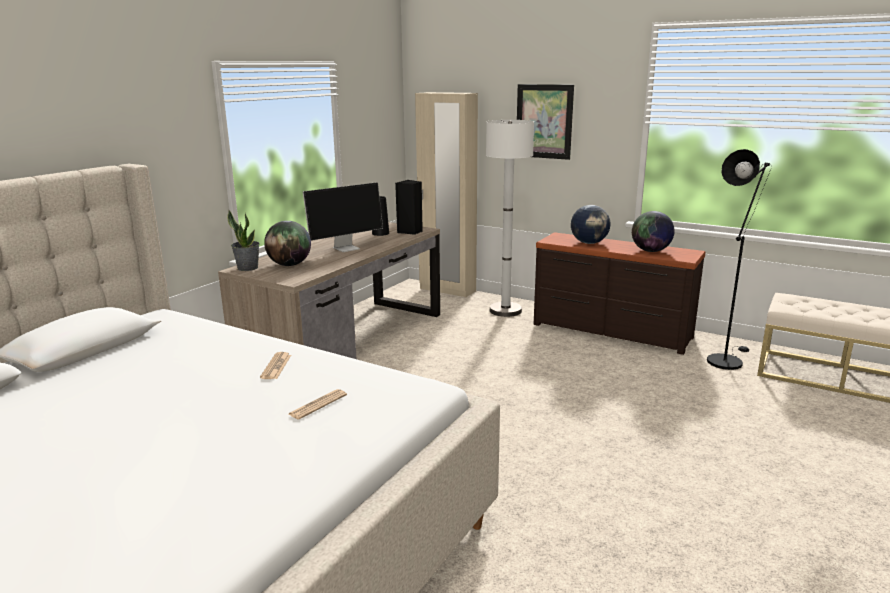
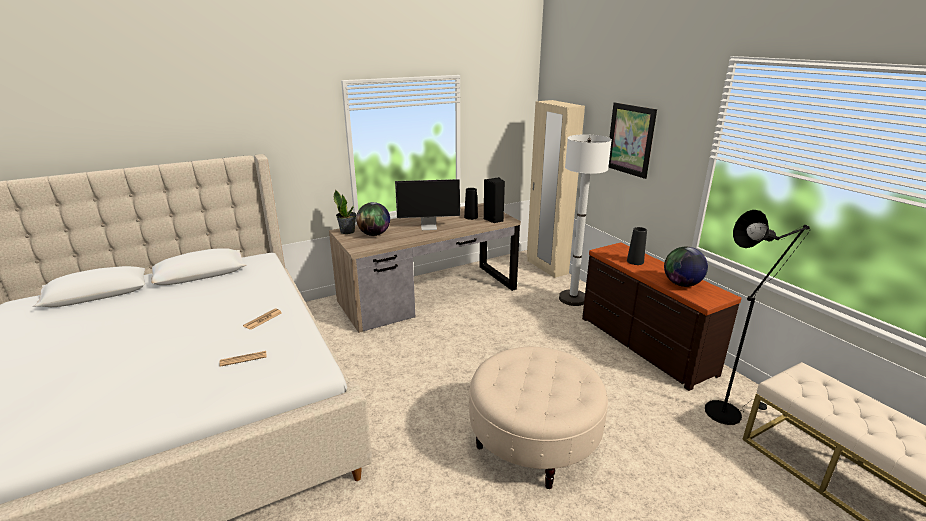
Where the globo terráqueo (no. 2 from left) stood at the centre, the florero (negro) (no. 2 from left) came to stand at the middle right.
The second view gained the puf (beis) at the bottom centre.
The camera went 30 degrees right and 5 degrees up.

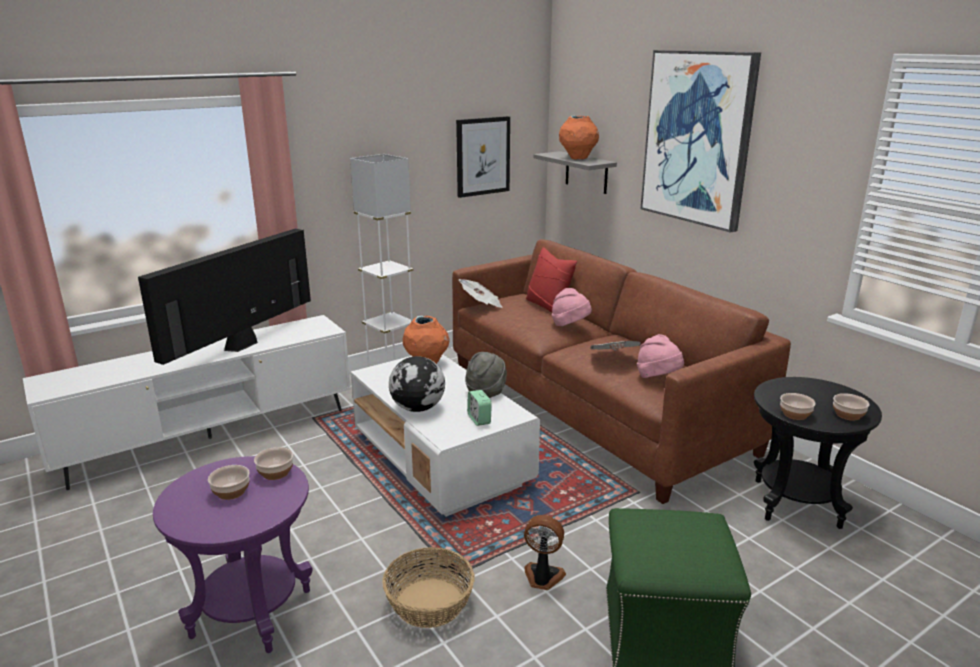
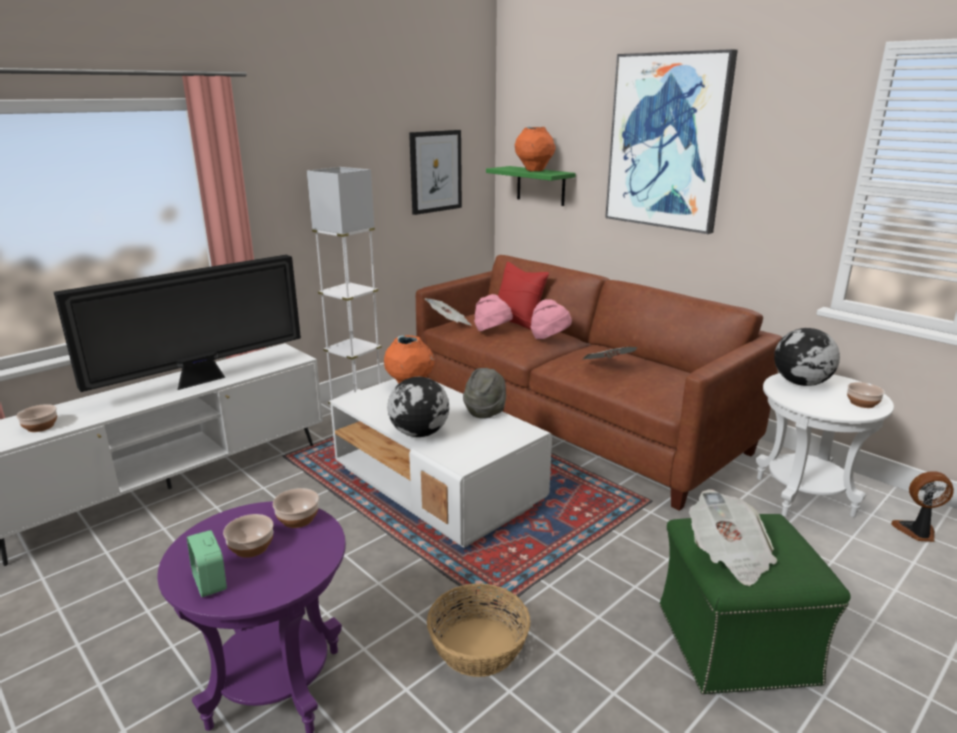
What was the estante (gris) at the top centre turned into the estante (verde) at the top centre.
The televisor at the middle left ended up facing another way, 150 degrees counterclockwise from before.
The sombrero (rosa) (no. 2 from left in the first image) ended up elsewhere, having gone from the middle right to the centre.
What was the mesa auxiliar (negro) at the bottom right turned into the mesa auxiliar (blanco) at the middle right.
The despertador ended up elsewhere, having gone from the centre to the bottom left.
The cuenco (no. 3 from left in the first image) ended up elsewhere, having gone from the middle right to the middle left.
The ventilador ended up elsewhere, having gone from the bottom centre to the bottom right.
The second view gained the globo terráqueo (no. 2 from left) at the middle right.
The second view gained the periódico (no. 3 from left) at the bottom right.
The camera went 10 degrees left and 0 degrees up.

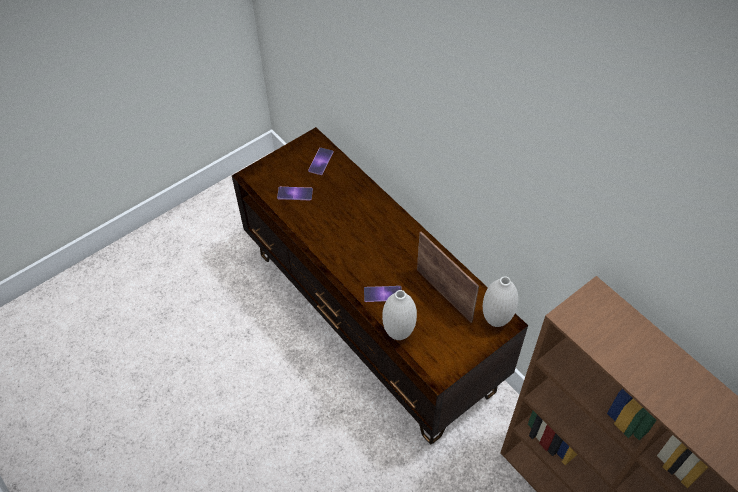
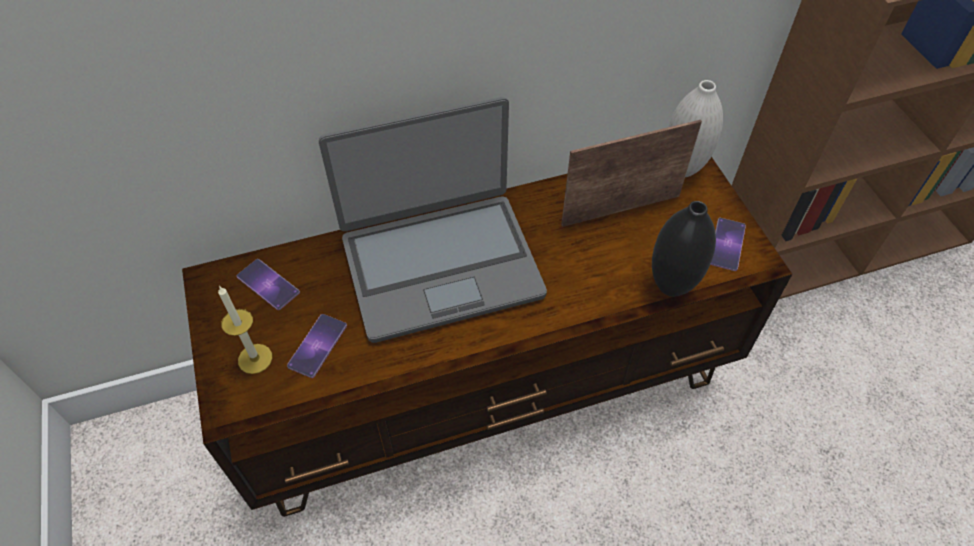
The móvil (no. 3 from left) ended up elsewhere, having gone from the centre to the middle right.
What was the florero (blanco) (no. 1 from left) at the centre turned into the florero (negro) at the middle right.
The second view gained the portátil at the centre.
The second view gained the vela at the middle left.
The camera went 70 degrees left and 0 degrees up.

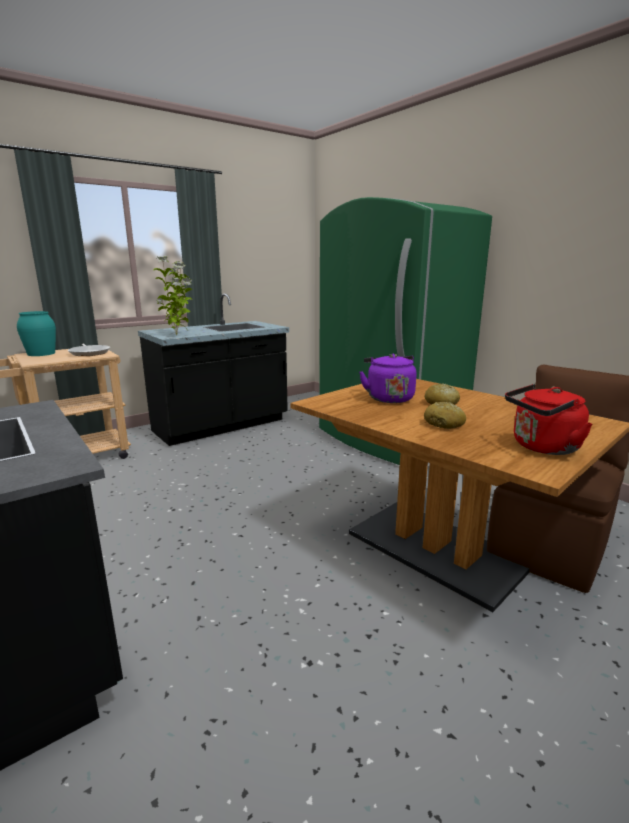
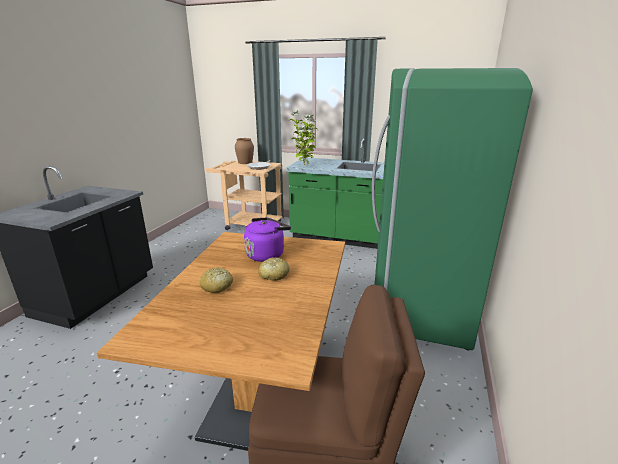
What was the mueble bajo de cocina (negro) (no. 2 from left) at the centre turned into the mueble bajo de cocina (verde) at the centre.
What was the florero (turquesa) at the middle left turned into the florero (marrón) at the top centre.
The second view lost the hervidor (rojo) at the middle right.
The camera went 55 degrees right and 5 degrees up.

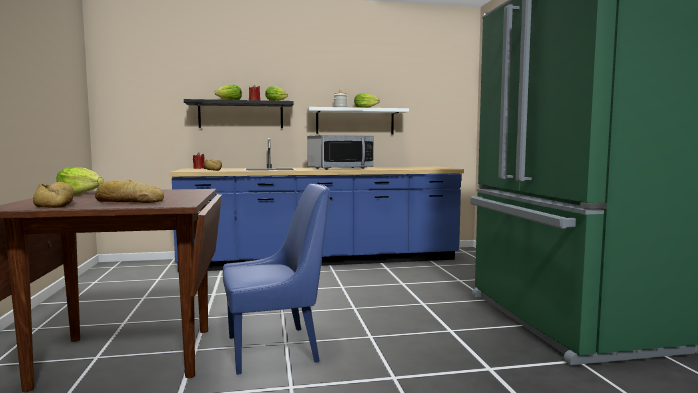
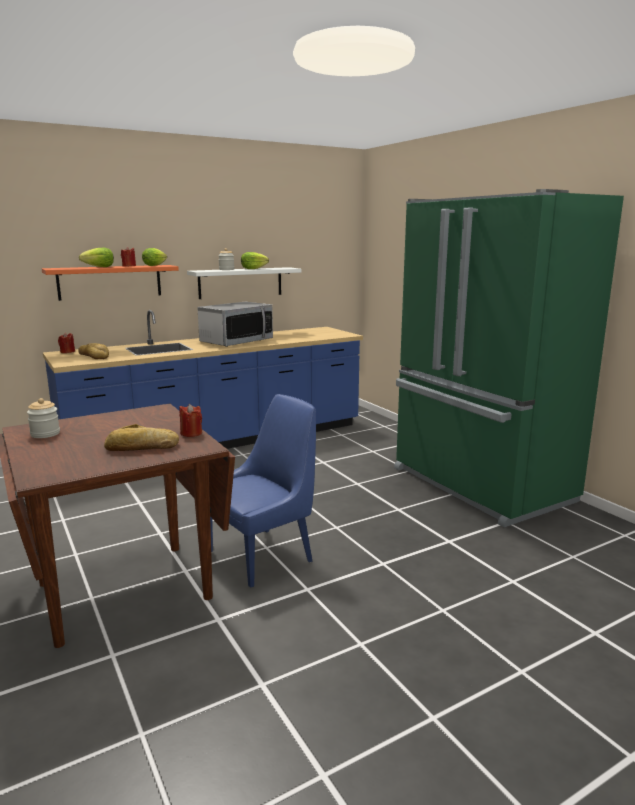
What was the estante (negro) at the top centre turned into the estante (naranja) at the middle left.
Where the lechuga (no. 1 from left) stood at the middle left, the tarro (no. 1 from left) came to stand at the middle left.
The second view lost the pan (no. 1 from left) at the middle left.
The second view gained the vela (rojo) (no. 3 from left) at the middle left.
The camera went 20 degrees left and 10 degrees up.

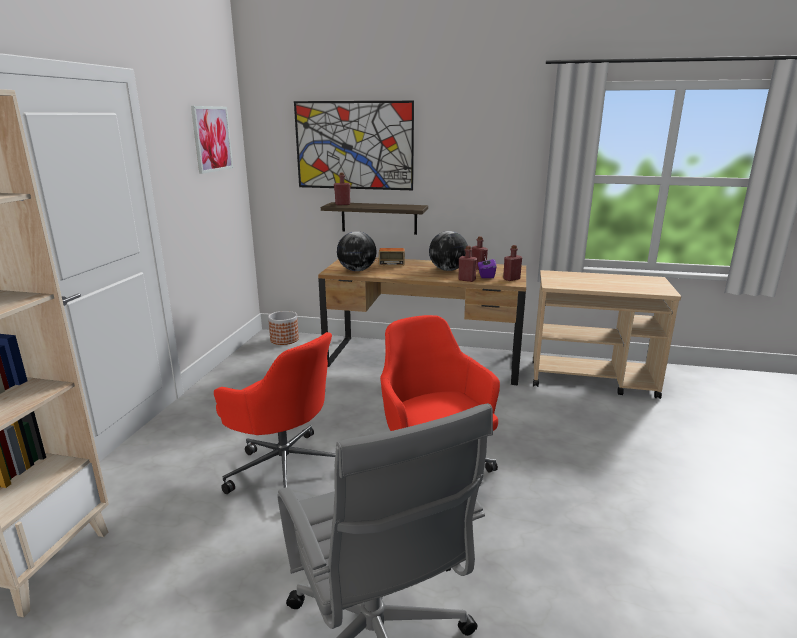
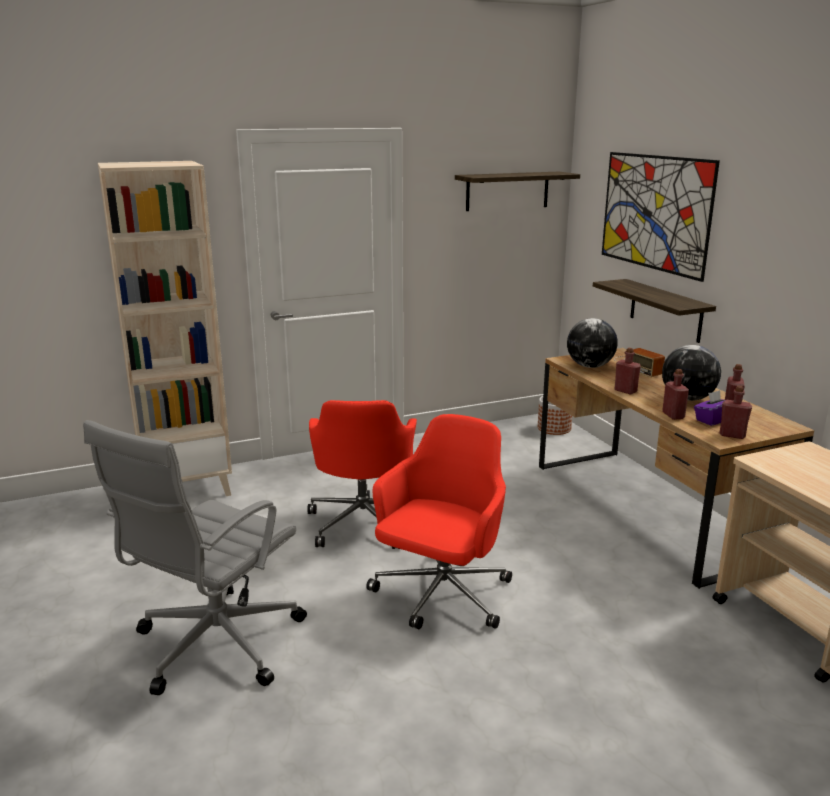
Where the cuadro (no. 1 from left) hung at the top left, the estante (no. 1 from left) came to hang at the top centre.
The botella (rojo) (no. 1 from left) ended up elsewhere, having gone from the top centre to the middle right.
The camera went 55 degrees right and 0 degrees up.

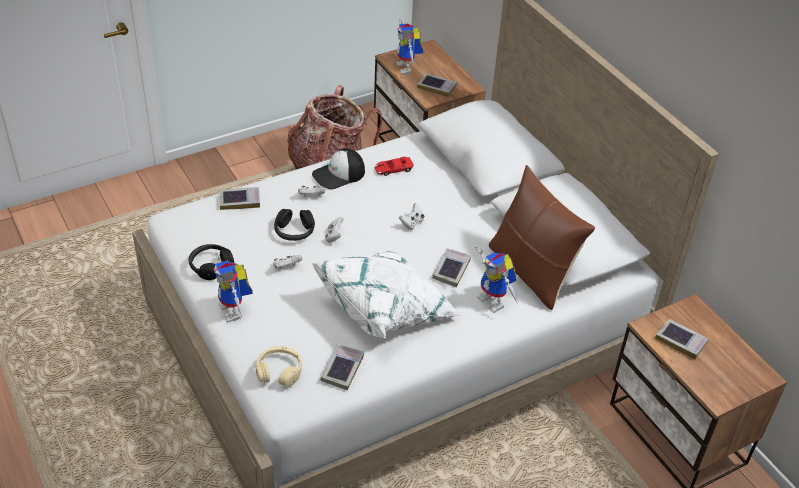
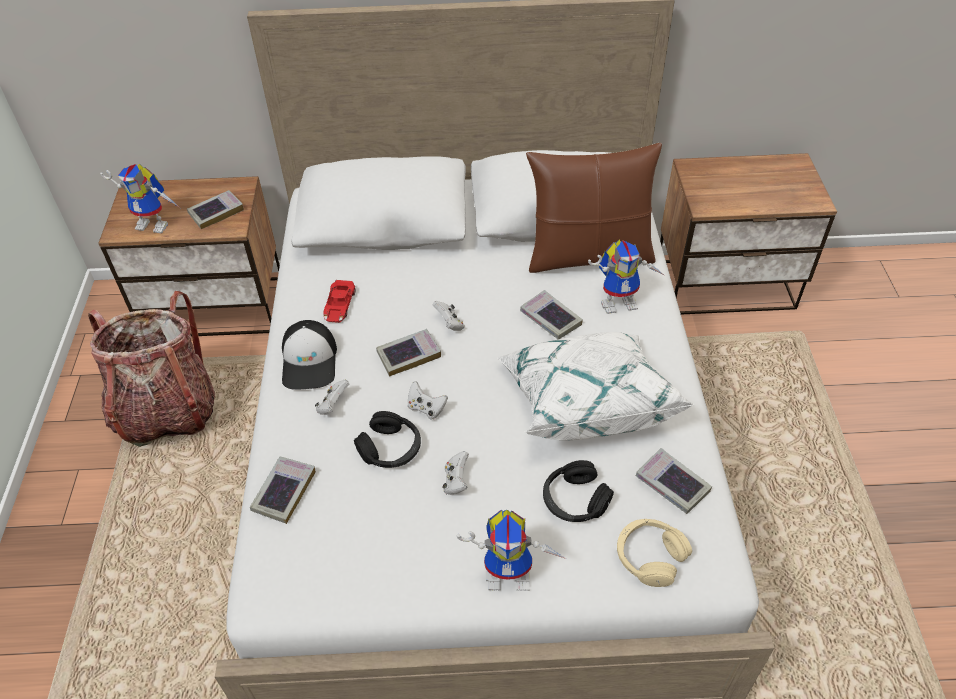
The auriculares (negro) (no. 1 from left in the first image) ended up elsewhere, having gone from the middle left to the bottom centre.
The libro (no. 5 from left in the first image) ended up elsewhere, having gone from the bottom right to the centre.
The camera went 60 degrees left and 5 degrees up.

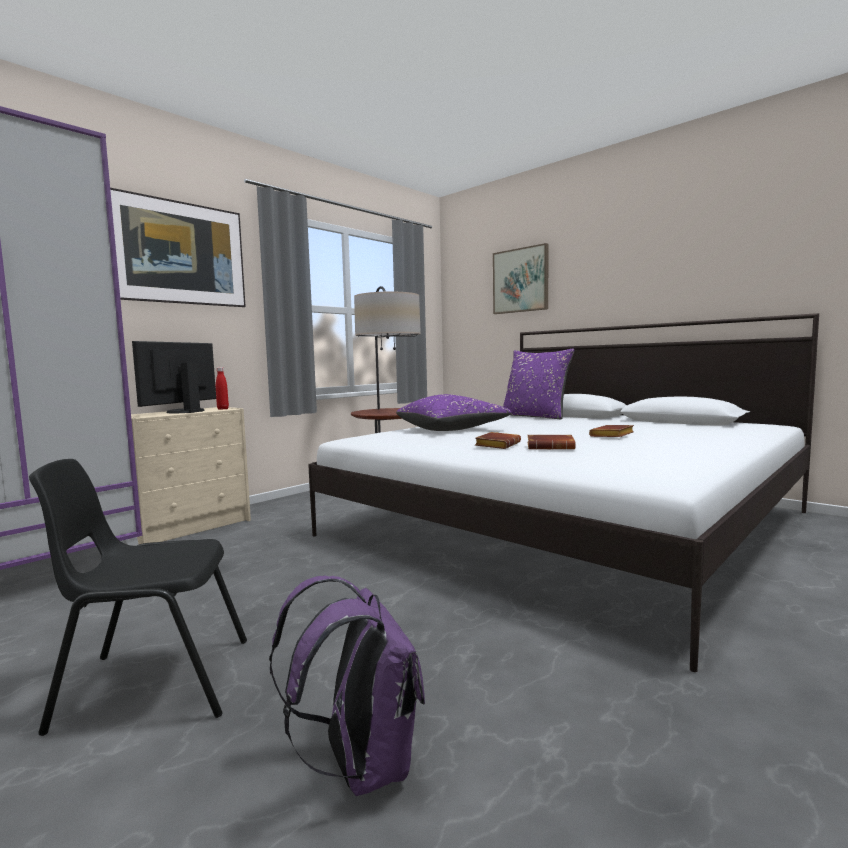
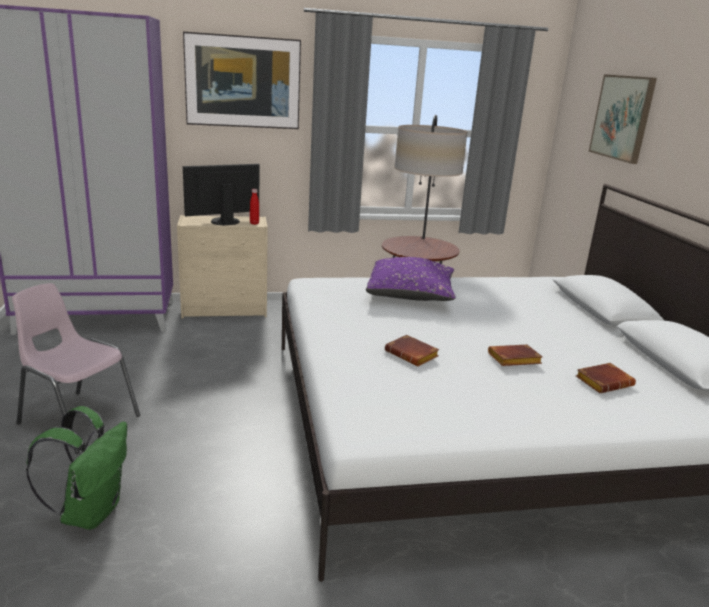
The second view lost the cojín (morado) (no. 2 from left) at the centre.
The libro (marrón) (no. 1 from left in the first image) ended up elsewhere, having gone from the centre to the middle right.
What was the silla (negro) at the bottom left turned into the silla (rosa) at the middle left.
What was the mochila (morado) at the bottom centre turned into the mochila (verde) at the bottom left.
The camera went 35 degrees right and 15 degrees up.

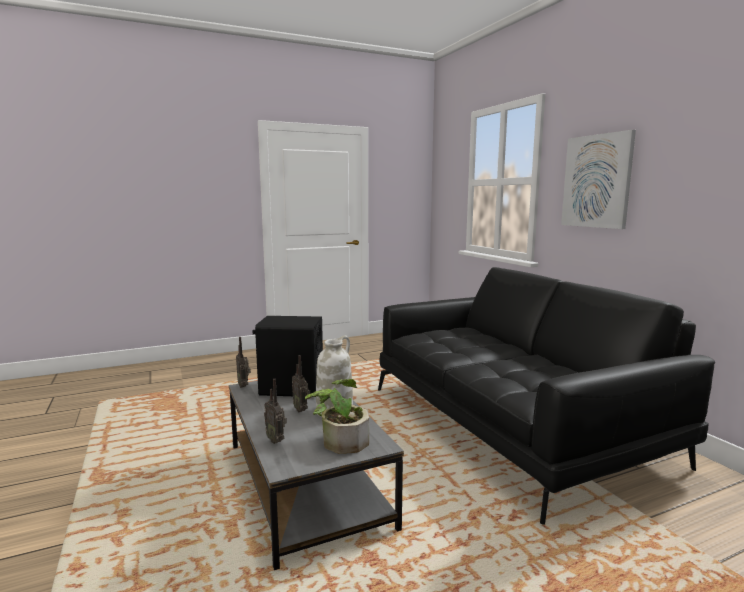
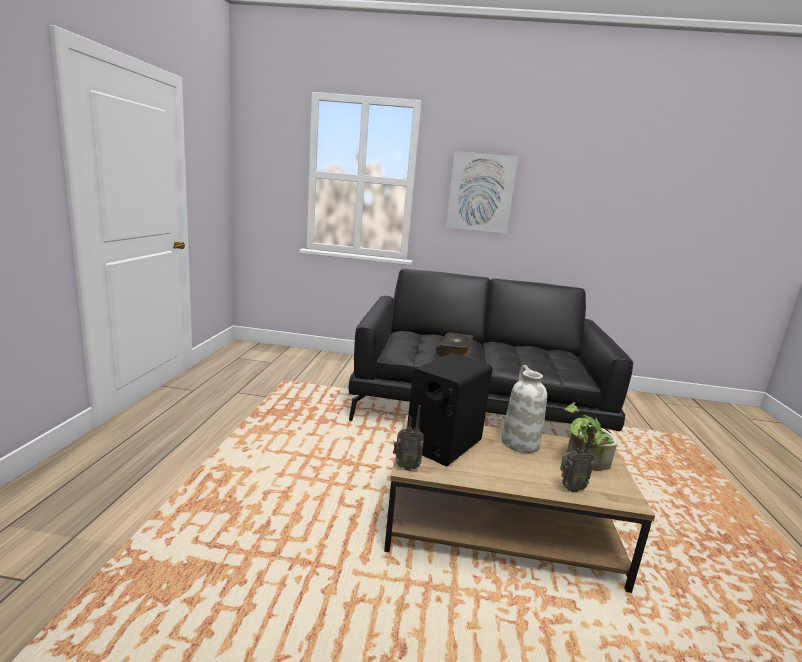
The second view lost the radio (no. 3 from left) at the centre.
What was the mesa de centro (gris) at the bottom centre turned into the mesa de centro (marrón) at the bottom centre.
The second view gained the libro at the centre.
The camera went 60 degrees left and 5 degrees up.

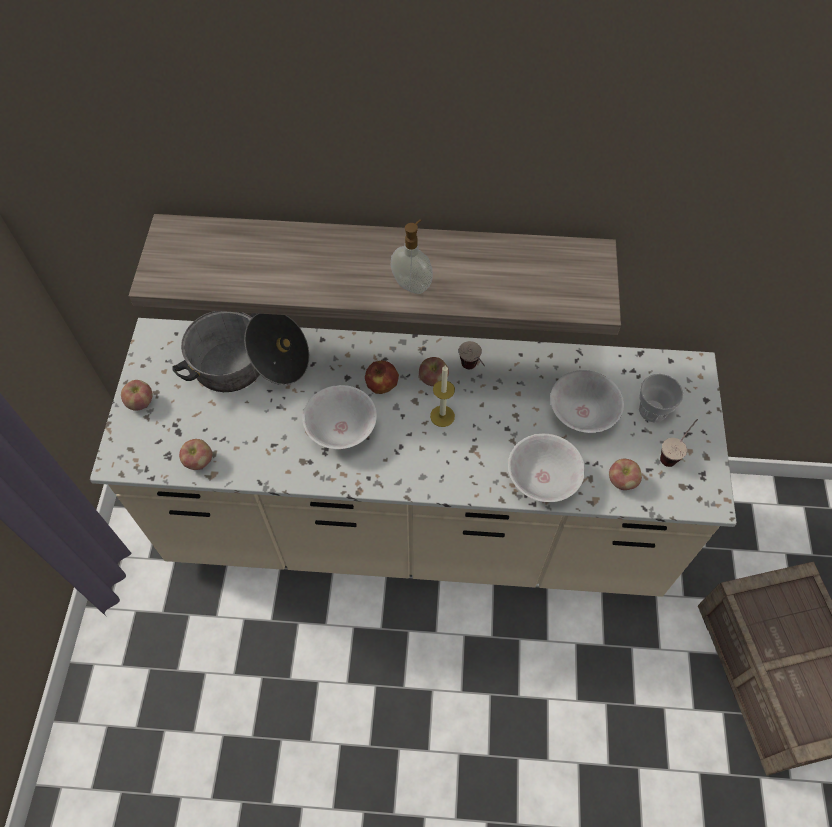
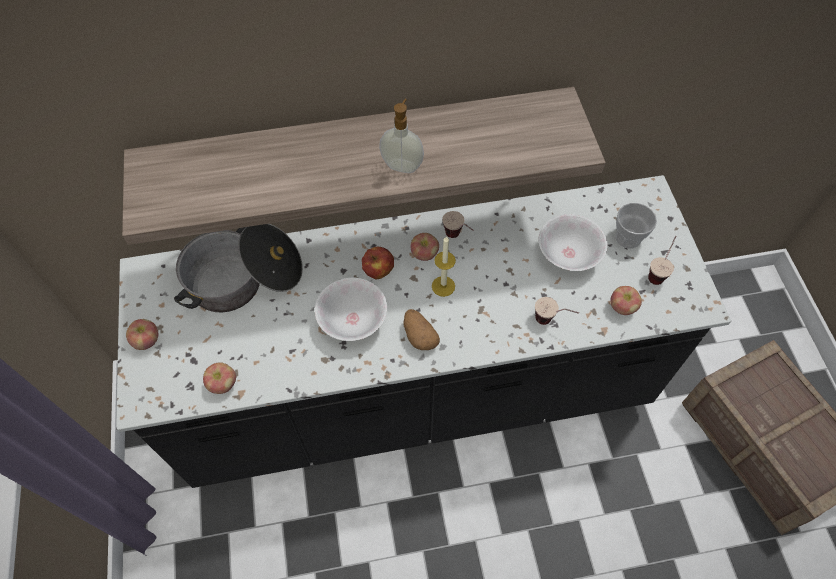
What was the mueble bajo de cocina (beis) at the centre turned into the mueble bajo de cocina (negro) at the centre.
Where the cuenco (blanco) (no. 2 from left) stood at the centre, the taza (no. 2 from left) came to stand at the centre.
The second view gained the patata at the centre.
The camera went 15 degrees left and 0 degrees up.

